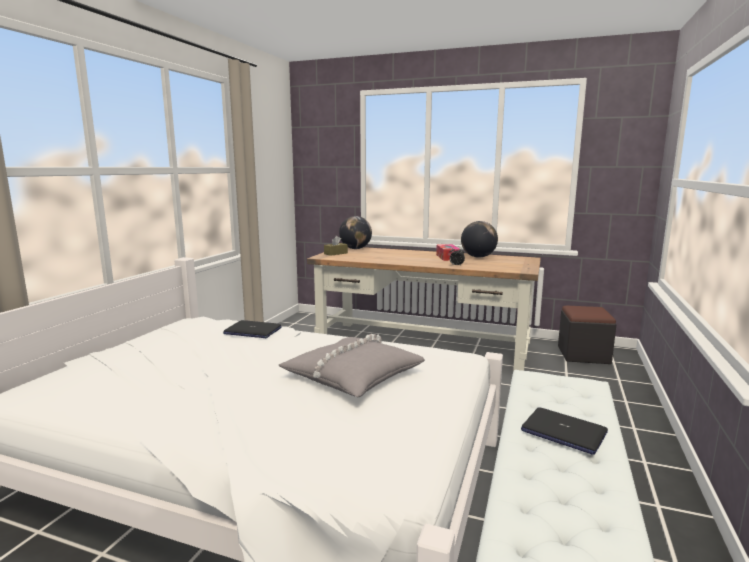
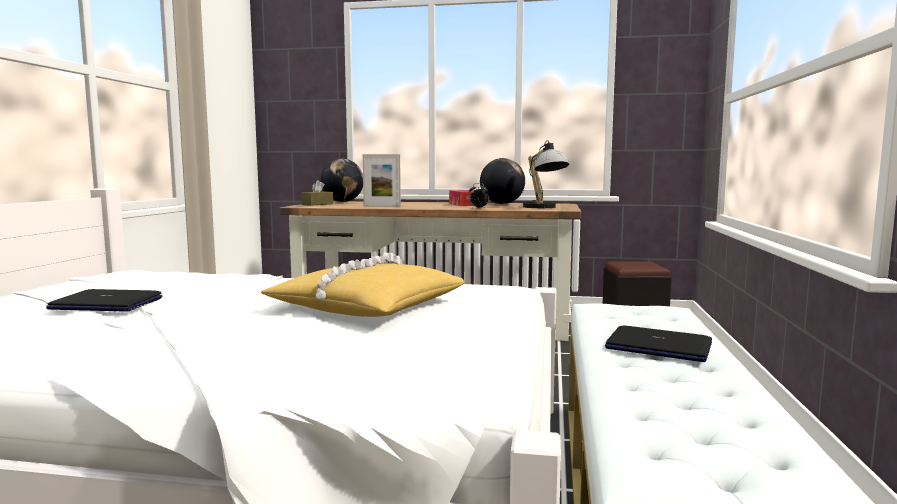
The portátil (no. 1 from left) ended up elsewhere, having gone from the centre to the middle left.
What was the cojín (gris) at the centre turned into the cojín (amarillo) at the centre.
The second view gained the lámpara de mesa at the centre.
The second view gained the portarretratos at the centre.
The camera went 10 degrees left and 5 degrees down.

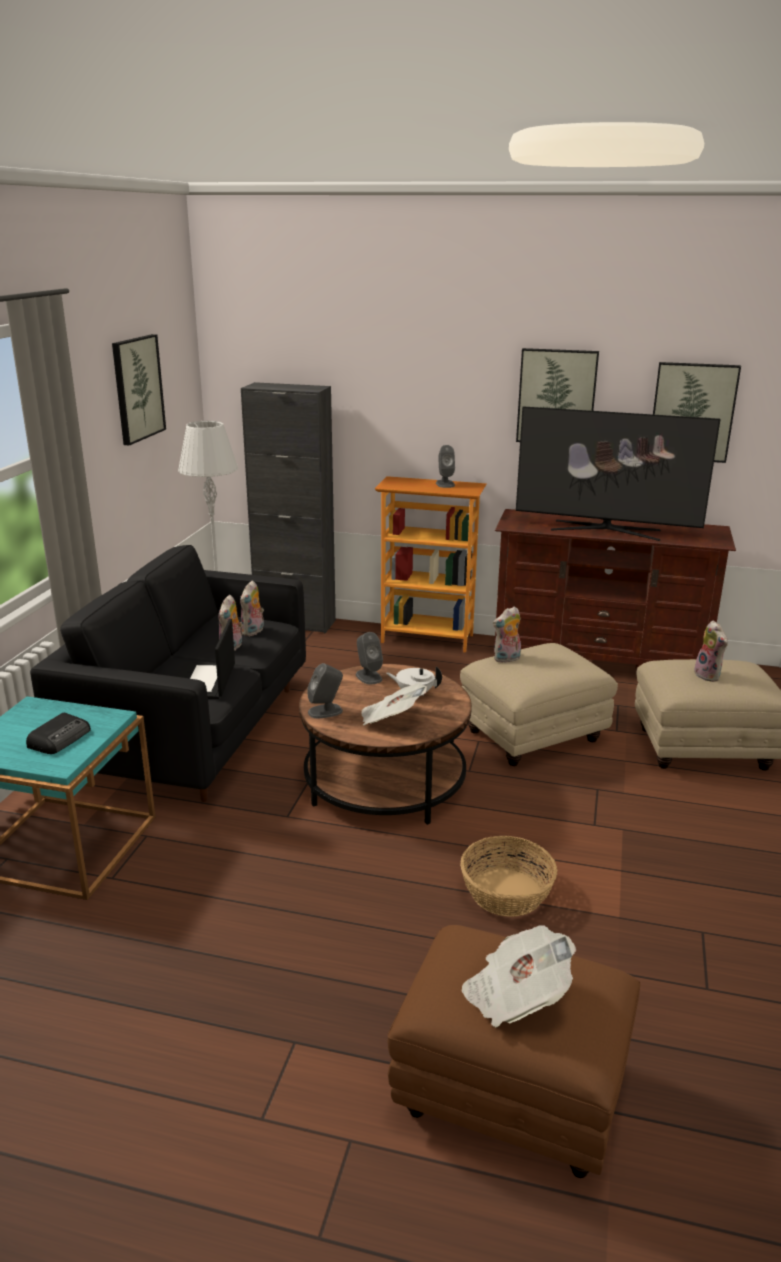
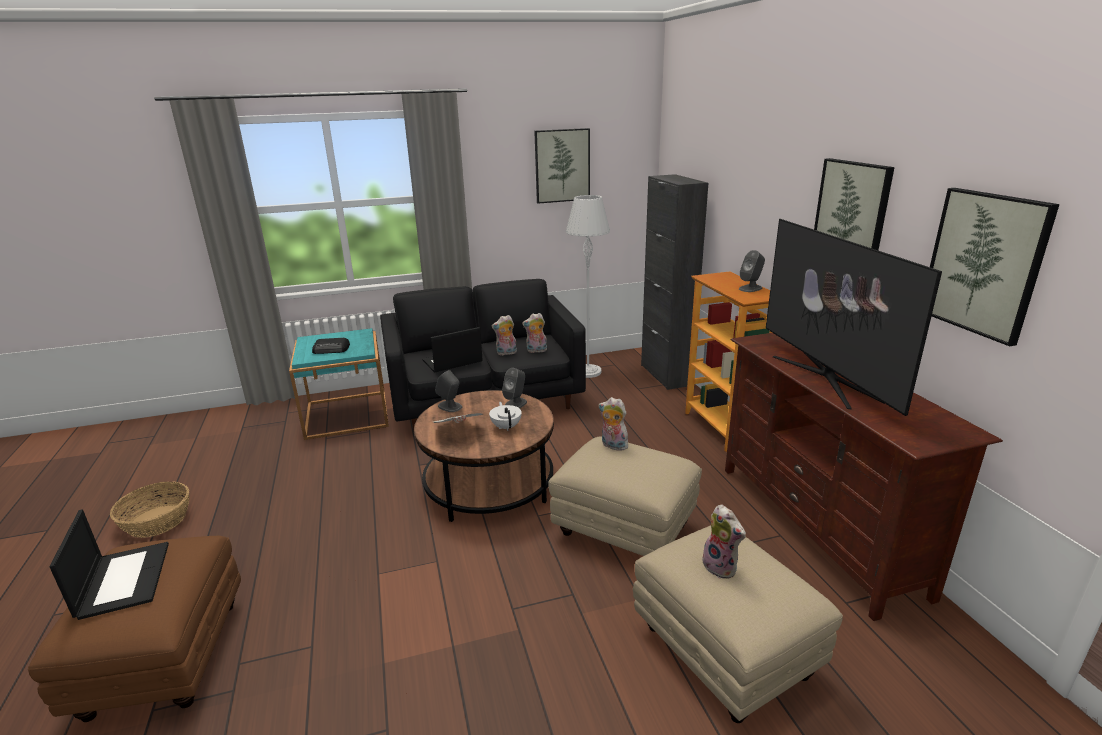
The peluche (no. 4 from left) at the middle right ended up facing another way, 75 degrees counterclockwise from before.
The cesta ended up elsewhere, having gone from the bottom centre to the bottom left.
Where the periódico (no. 2 from left) stood at the bottom centre, the portátil (no. 1 from left) came to stand at the bottom left.
The camera went 60 degrees right and 0 degrees up.

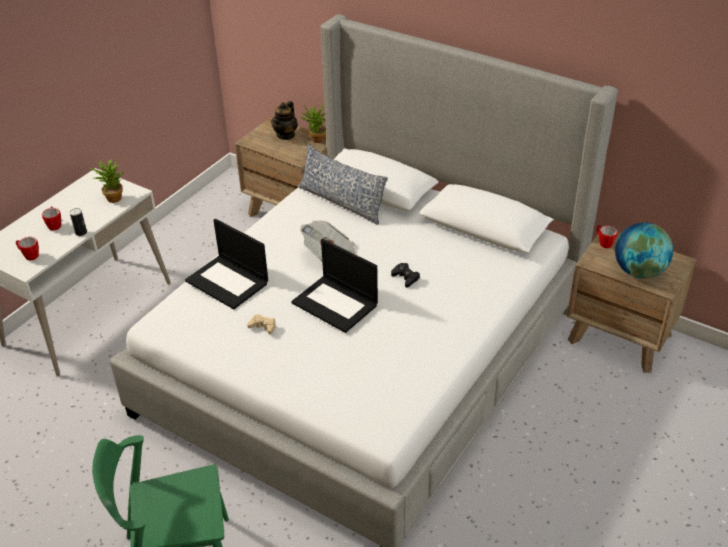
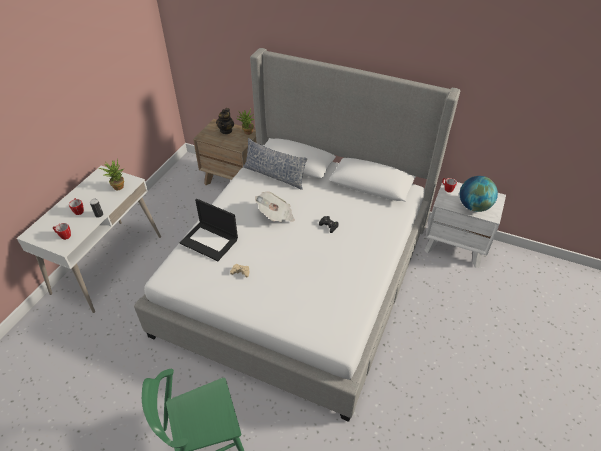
What was the mesita de noche (marrón) (no. 2 from left) at the middle right turned into the mesita de noche (blanco) at the middle right.
The second view lost the portátil (no. 2 from left) at the centre.
The camera went 10 degrees left and 5 degrees up.

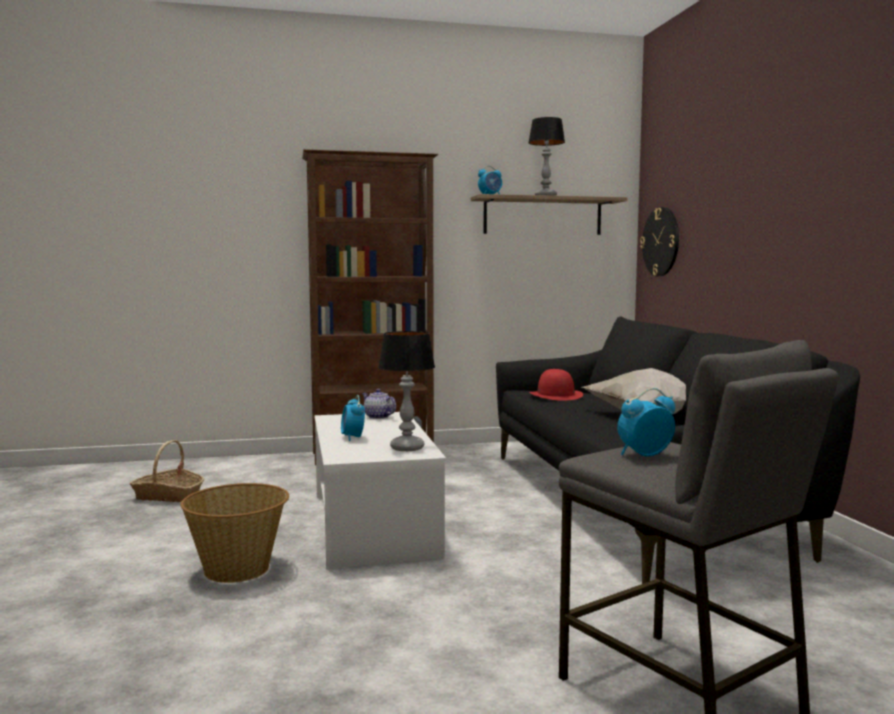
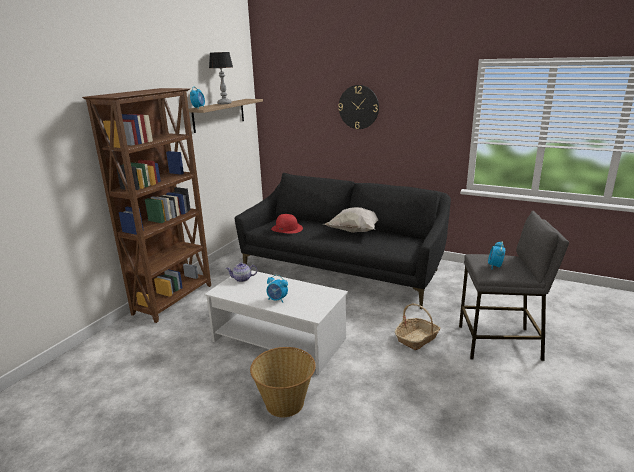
The reloj de pared ended up elsewhere, having gone from the middle right to the top centre.
The second view lost the lámpara de mesa (no. 1 from left) at the centre.
The cesta (no. 1 from left in the first image) ended up elsewhere, having gone from the middle left to the bottom centre.
The camera went 50 degrees left and 15 degrees up.

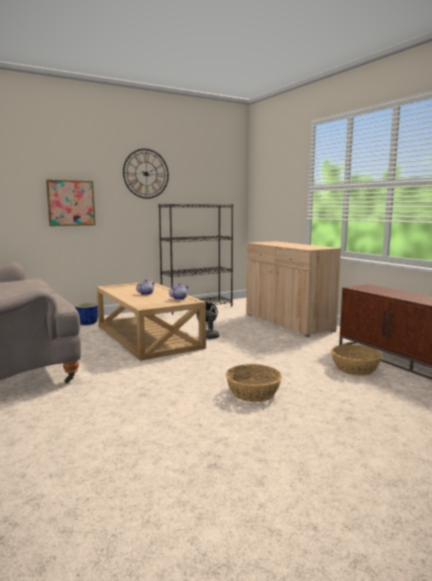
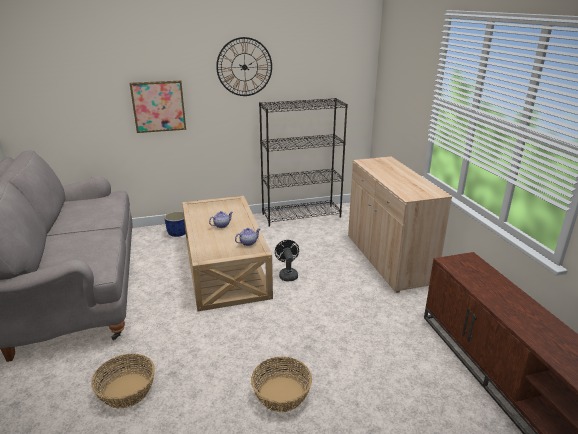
The cesta (no. 2 from left in the first image) ended up elsewhere, having gone from the middle right to the bottom left.
The camera went 15 degrees right and 15 degrees up.

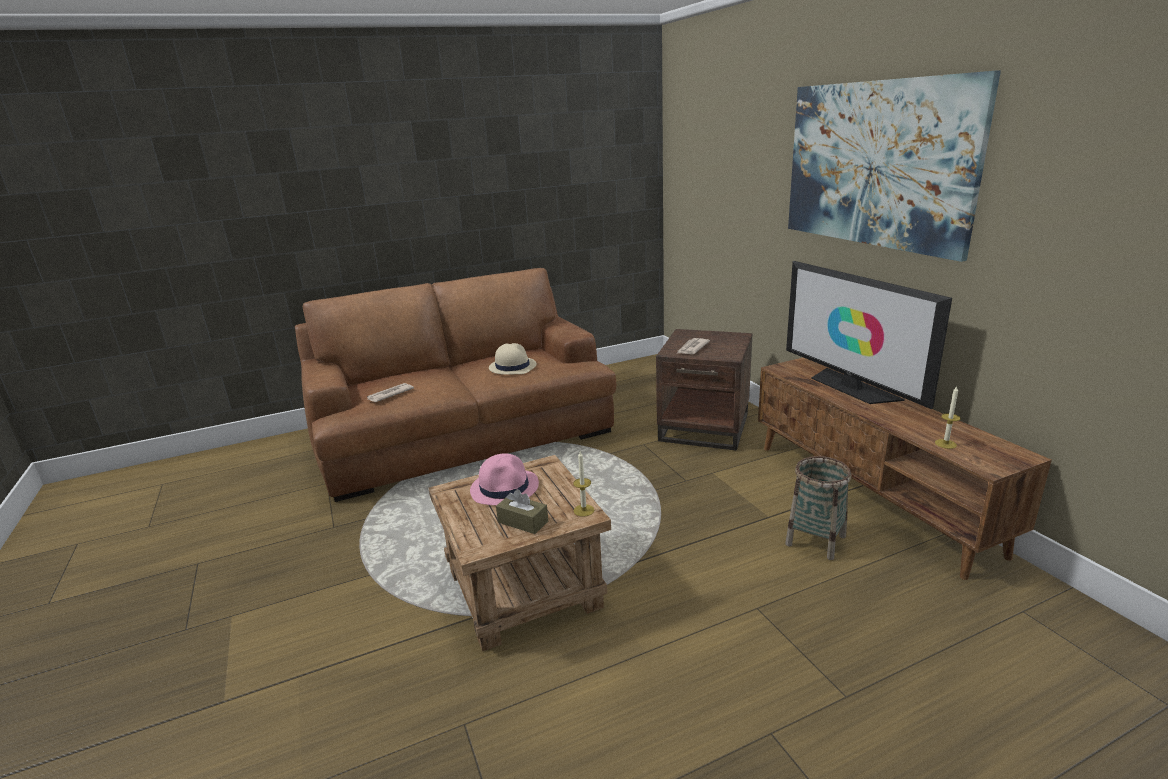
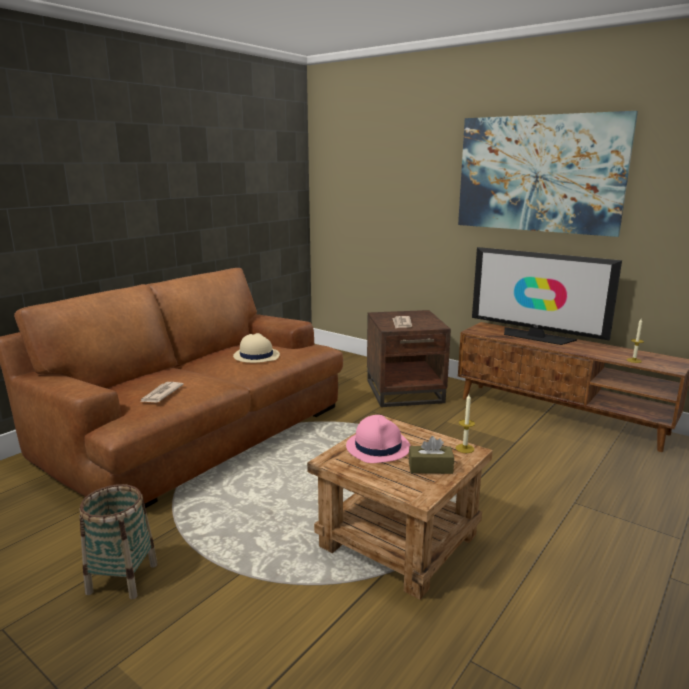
The cesta ended up elsewhere, having gone from the middle right to the bottom left.
The camera went 30 degrees left and 5 degrees down.

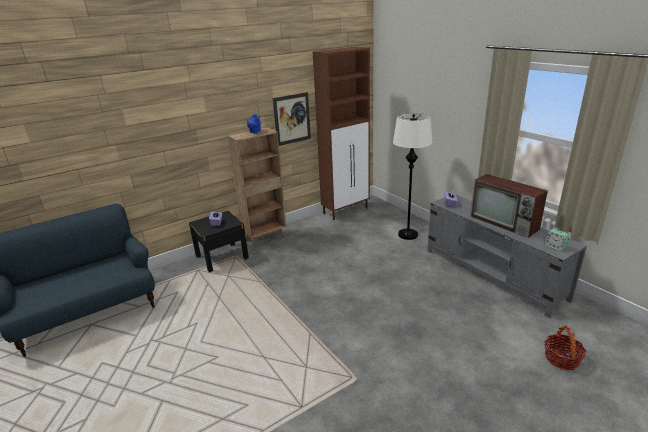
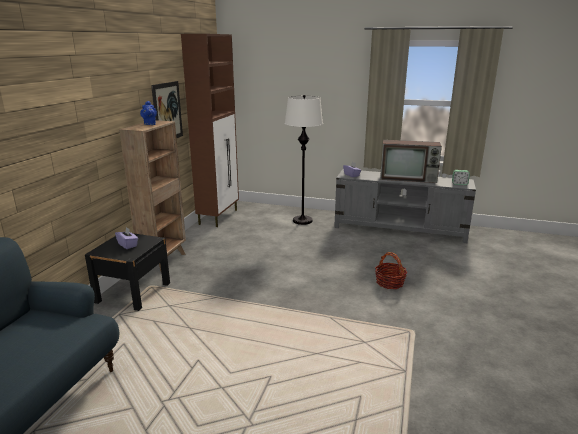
The cesta ended up elsewhere, having gone from the bottom right to the middle right.
The camera went 40 degrees left and 5 degrees down.

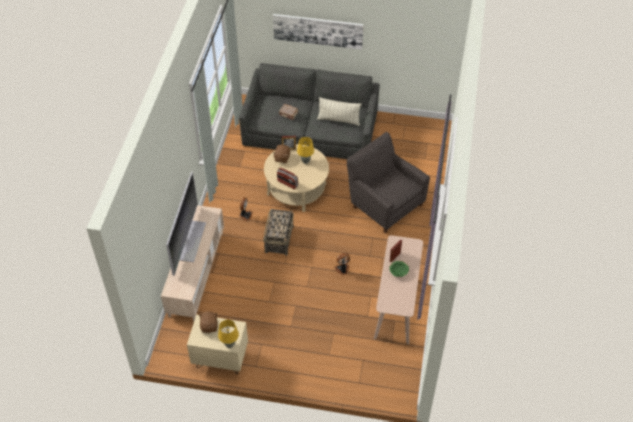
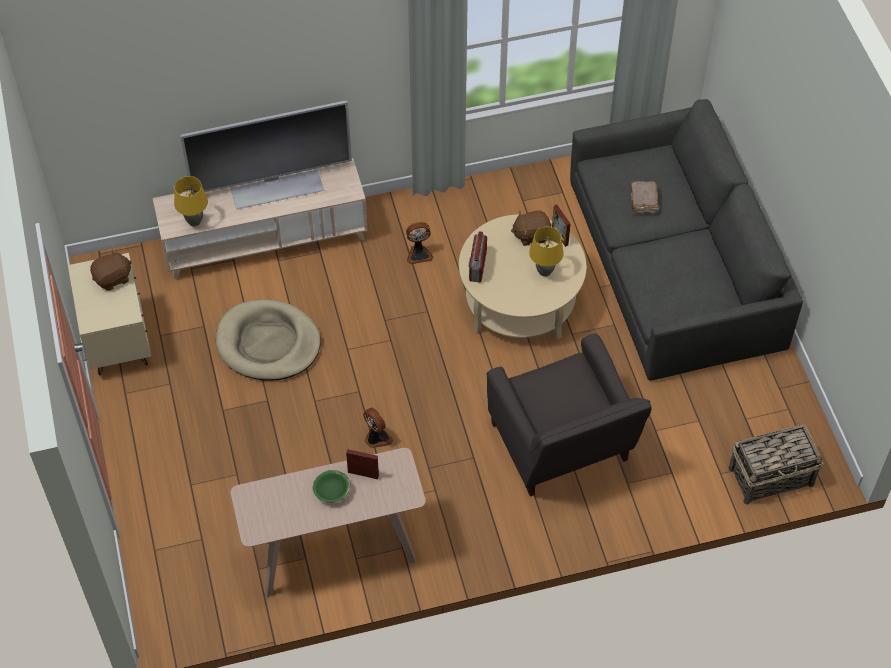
The second view lost the cuadro at the top centre.
The second view lost the cojín at the top centre.
The sillón (gris) at the centre ended up facing another way, 135 degrees clockwise from before.
The cesta ended up elsewhere, having gone from the centre to the bottom right.
The lámpara de mesa (amarillo) (no. 1 from left) ended up elsewhere, having gone from the bottom centre to the top left.
The second view gained the cama para perro (beis) at the middle left.
The camera went 65 degrees right and 5 degrees up.

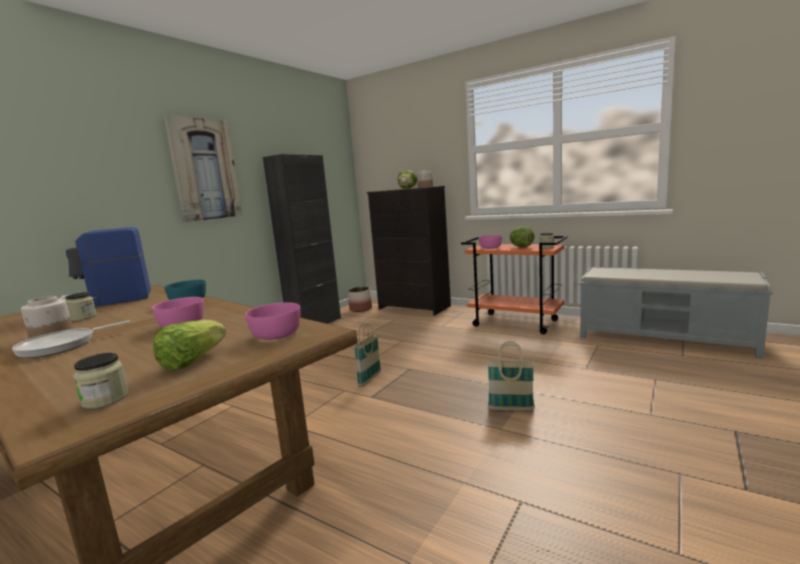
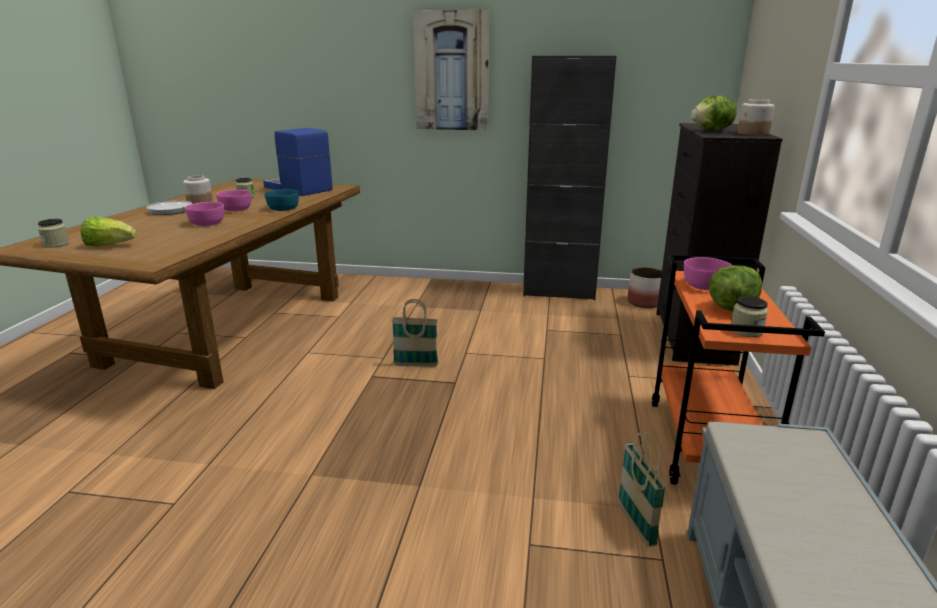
The cuenco (rosa) (no. 2 from left) ended up elsewhere, having gone from the centre to the top left.
The cesta (no. 2 from left) ended up elsewhere, having gone from the bottom centre to the bottom right.
The camera went 65 degrees right and 10 degrees up.

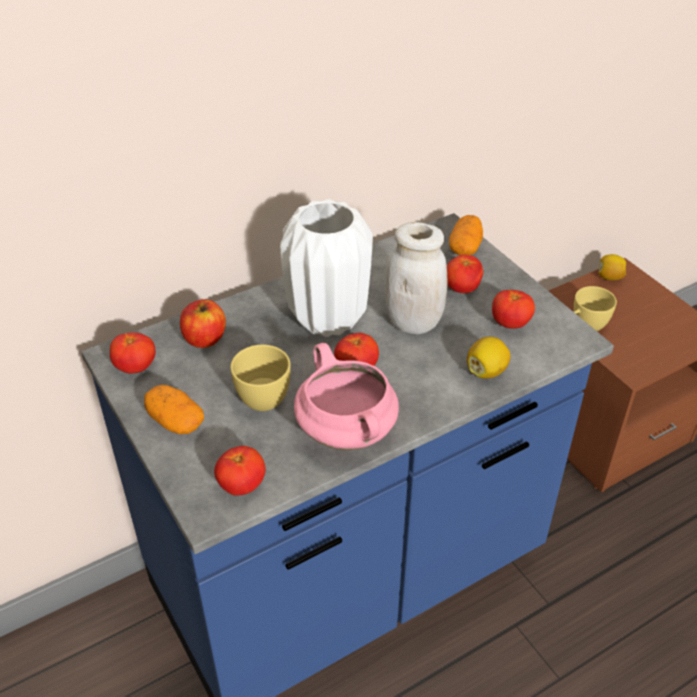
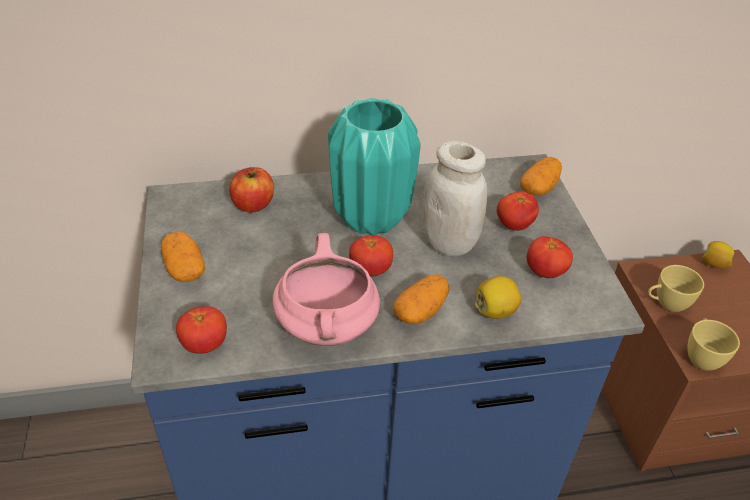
What was the florero (blanco) at the centre turned into the florero (turquesa) at the top centre.
The second view lost the tomate (no. 1 from left) at the middle left.
The taza (amarillo) (no. 1 from left in the first image) ended up elsewhere, having gone from the centre to the bottom right.
The second view gained the patata (no. 2 from left) at the centre.
The camera went 20 degrees right and 0 degrees up.

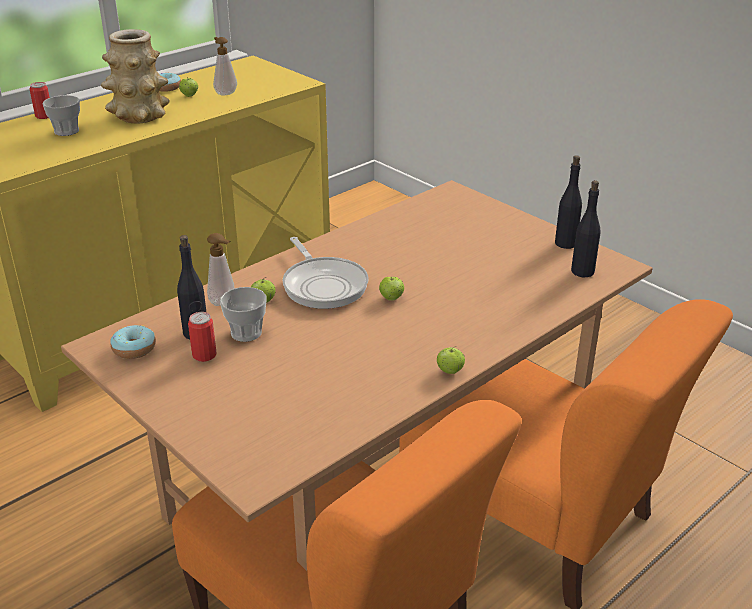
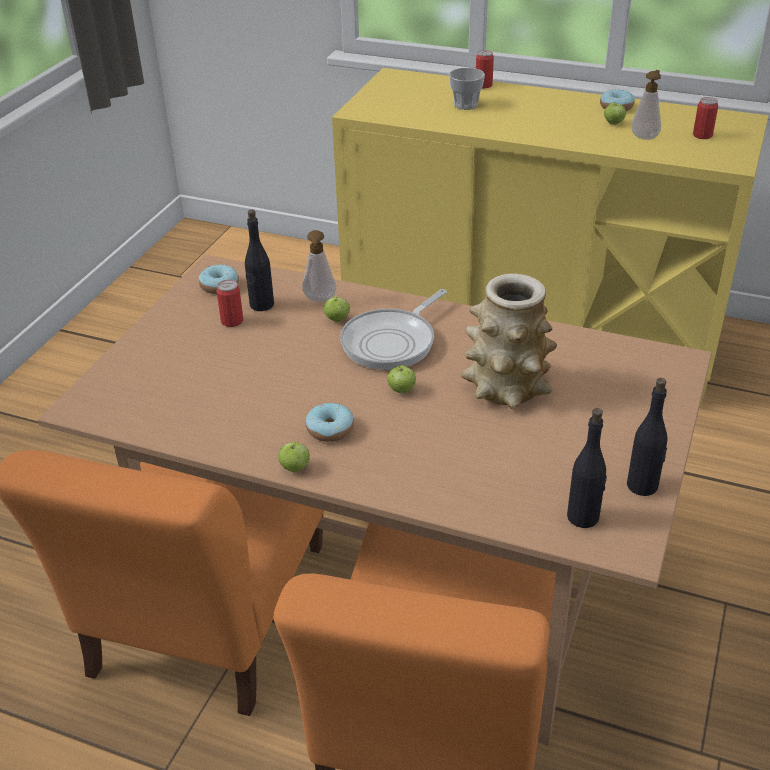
The florero ended up elsewhere, having gone from the top left to the centre.
The second view lost the taza (no. 2 from left) at the middle left.
The second view gained the lata (no. 3 from left) at the top right.
The second view gained the rosquilla (no. 2 from left) at the centre.
The camera went 65 degrees right and 5 degrees up.

